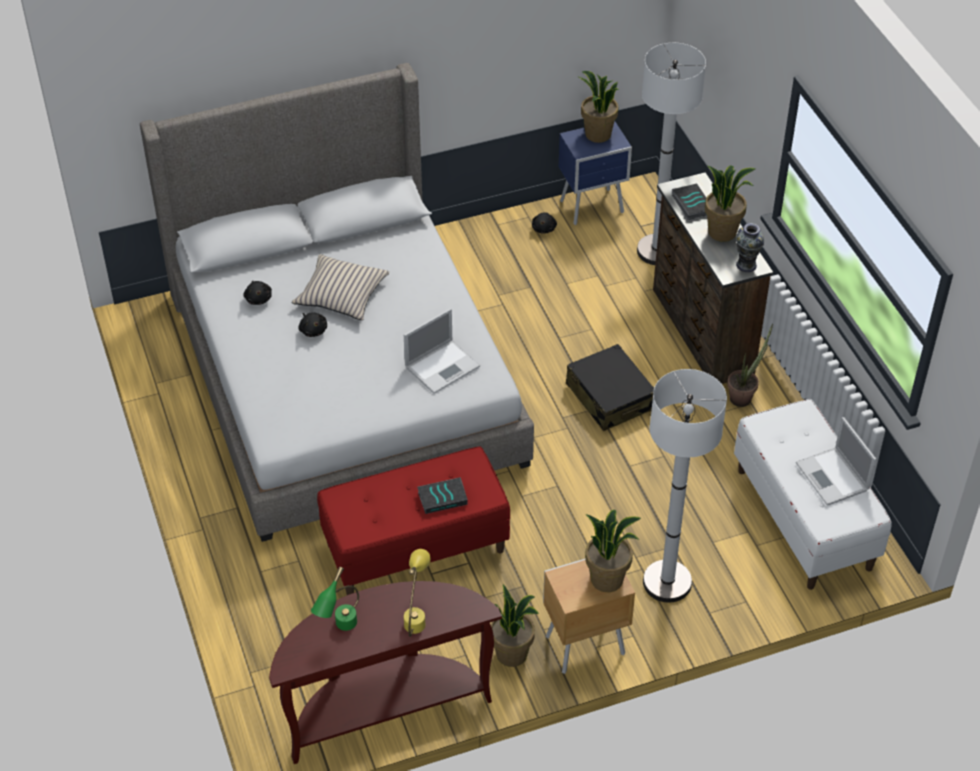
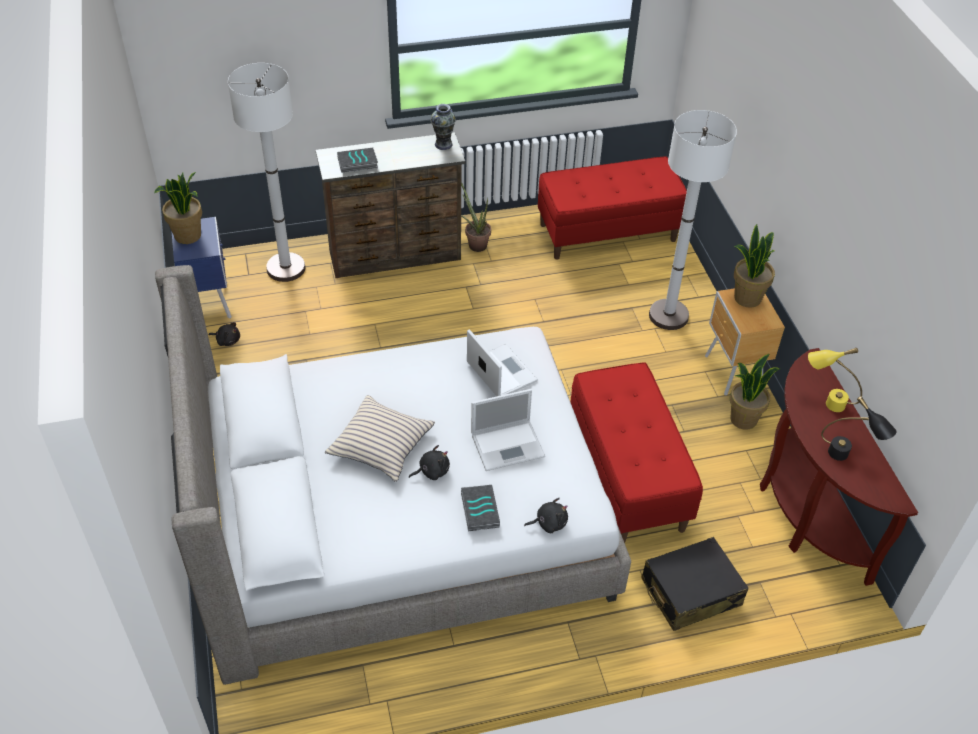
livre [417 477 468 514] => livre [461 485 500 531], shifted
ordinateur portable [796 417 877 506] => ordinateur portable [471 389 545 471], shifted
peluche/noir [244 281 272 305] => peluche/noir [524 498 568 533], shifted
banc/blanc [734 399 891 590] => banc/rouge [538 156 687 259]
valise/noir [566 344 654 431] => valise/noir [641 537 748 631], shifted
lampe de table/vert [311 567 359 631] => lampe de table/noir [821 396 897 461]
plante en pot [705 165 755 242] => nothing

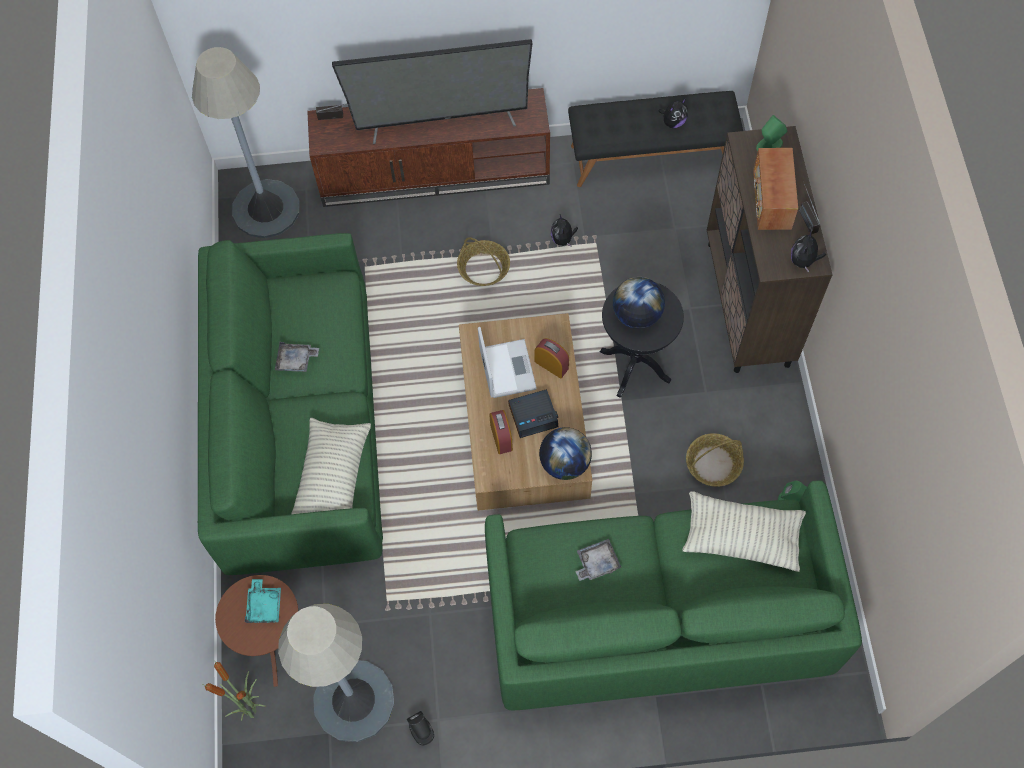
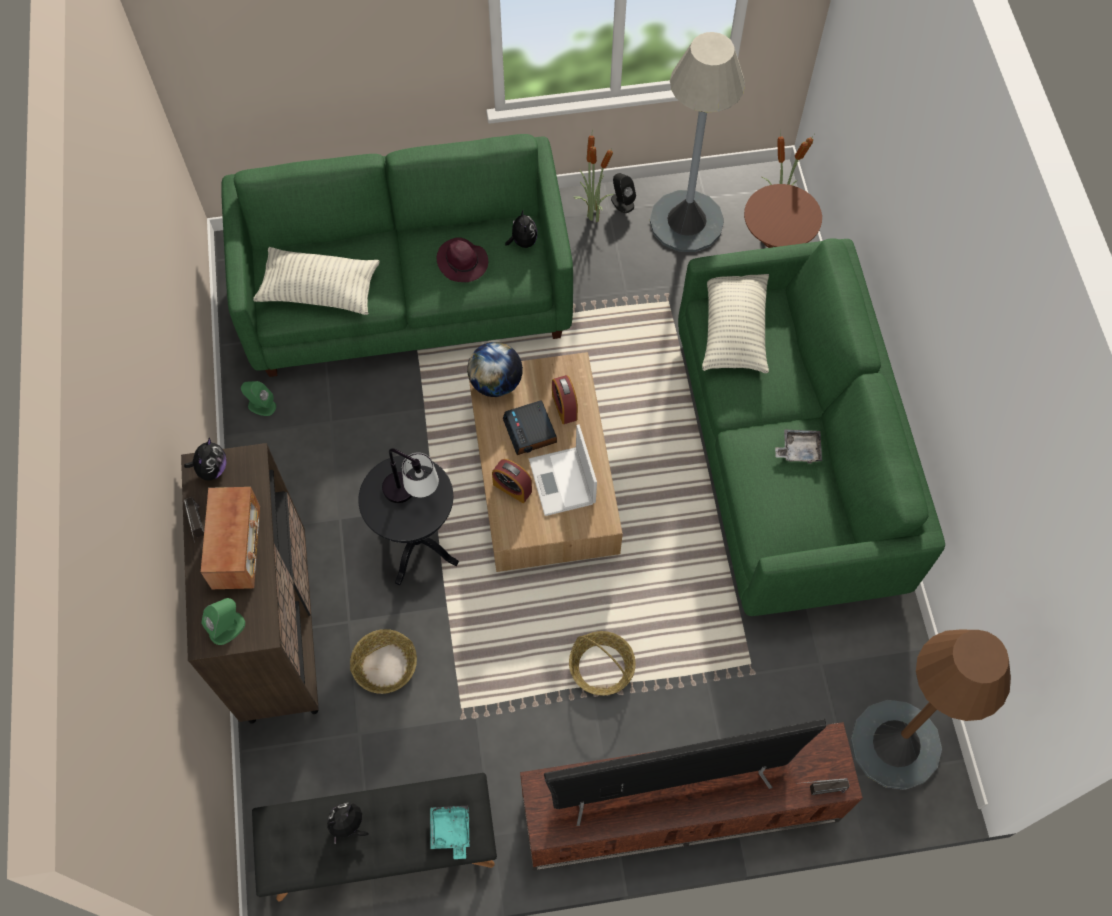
panier [686 433 744 487] => panier [350 629 417 694], shifted
globe [613 277 665 329] => lampe de table [382 448 439 503]
plateau/turquoise [245 579 281 623] => plateau/turquoise [430 806 469 859], shifted
plateau/gris [575 539 621 581] => chapeau/violet [437 237 488 282]
réveil [508 389 558 438] => réveil [503 400 557 455], 90 degrees counterclockwise
peluche [551 215 578 247] => peluche [505 210 537 248], shifted
nothing => plante en pot [573 135 614 222]
lampadaire/gris [192 47 299 238] => lampadaire/marron [851 630 1011 790]

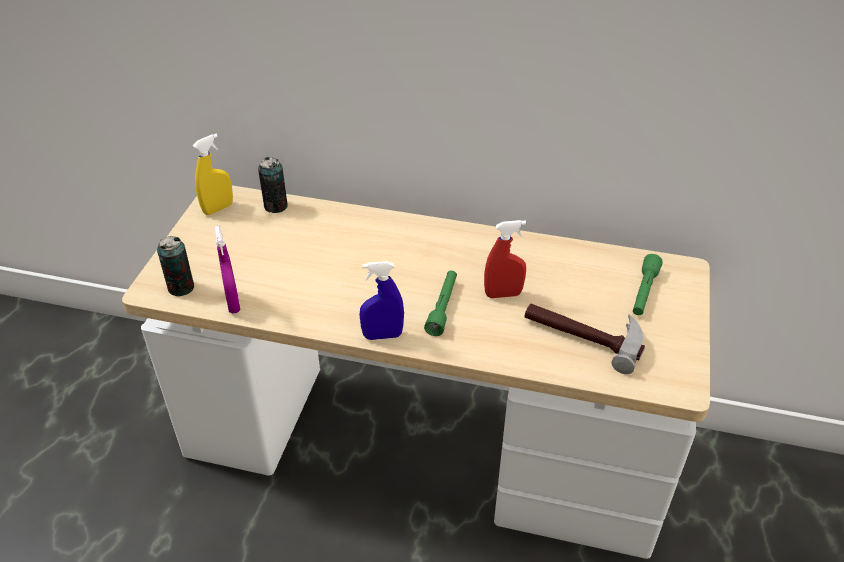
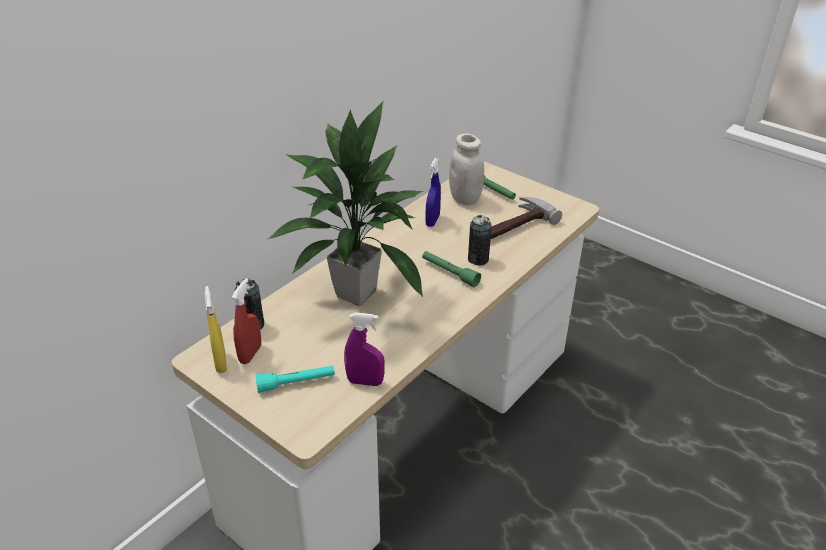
vaporisateur/rouge [484 220 526 298] => vaporisateur/rouge [232 278 261 364], shifted
nothing => lampe de poche/turquoise [255 366 335 393]
nothing => plante en pot [266 100 423 306]
vaporisateur/bleu [359 261 404 340] => vaporisateur/bleu [426 158 441 227], shifted
nothing => bocal/blanc [449 133 484 205]
boîte métallique [157 236 194 296] => boîte métallique [468 215 492 265], shifted

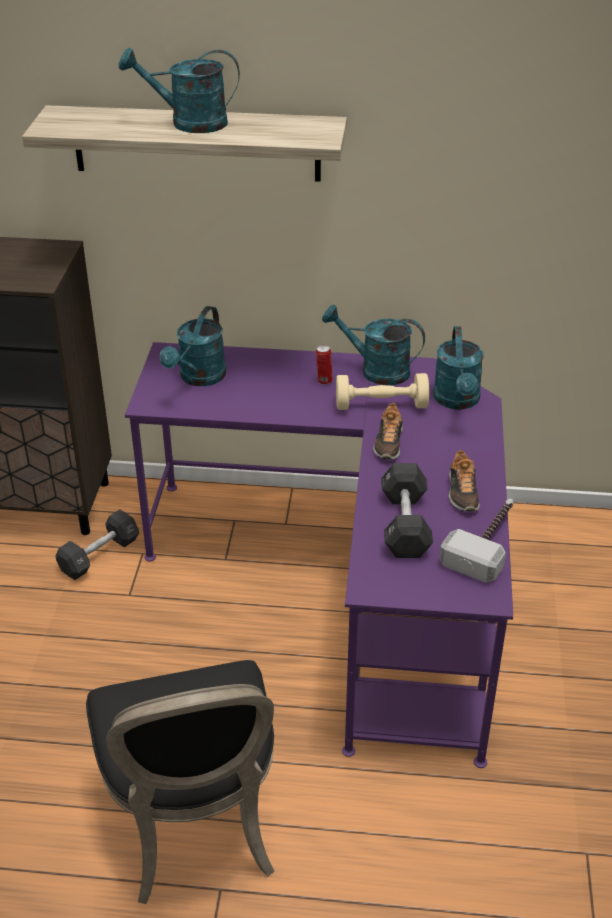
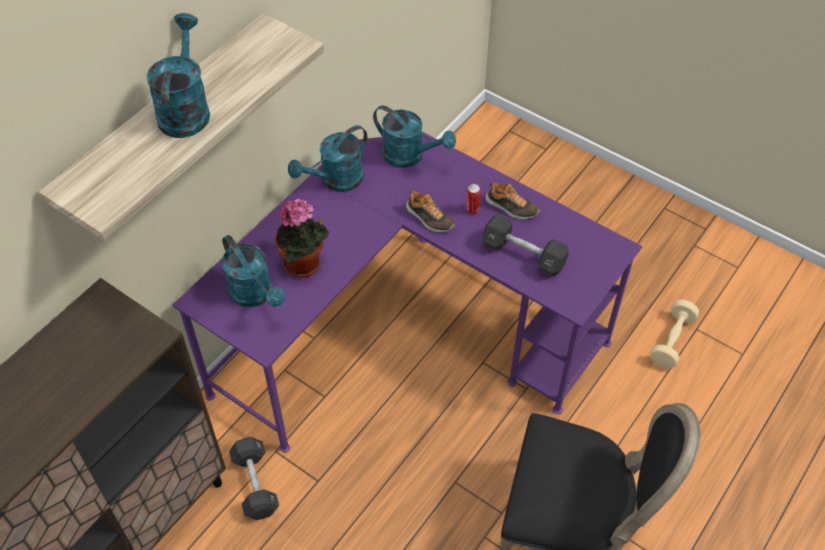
arrosoir/turquoise [119 48 240 133] => arrosoir/turquoise [146 13 210 138], 150 degrees clockwise
nothing => plante en pot [275 198 329 278]
boîte métallique [316 345 333 385] => boîte métallique [467 184 481 214], shifted
haltère/beige [336 373 429 410] => haltère/beige [650 300 699 368], shifted
marteau [440 498 514 583] => nothing

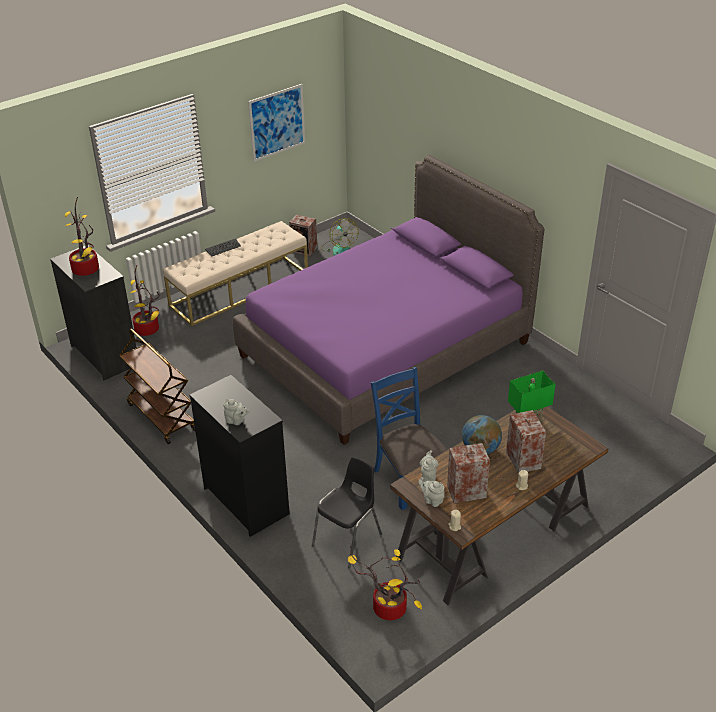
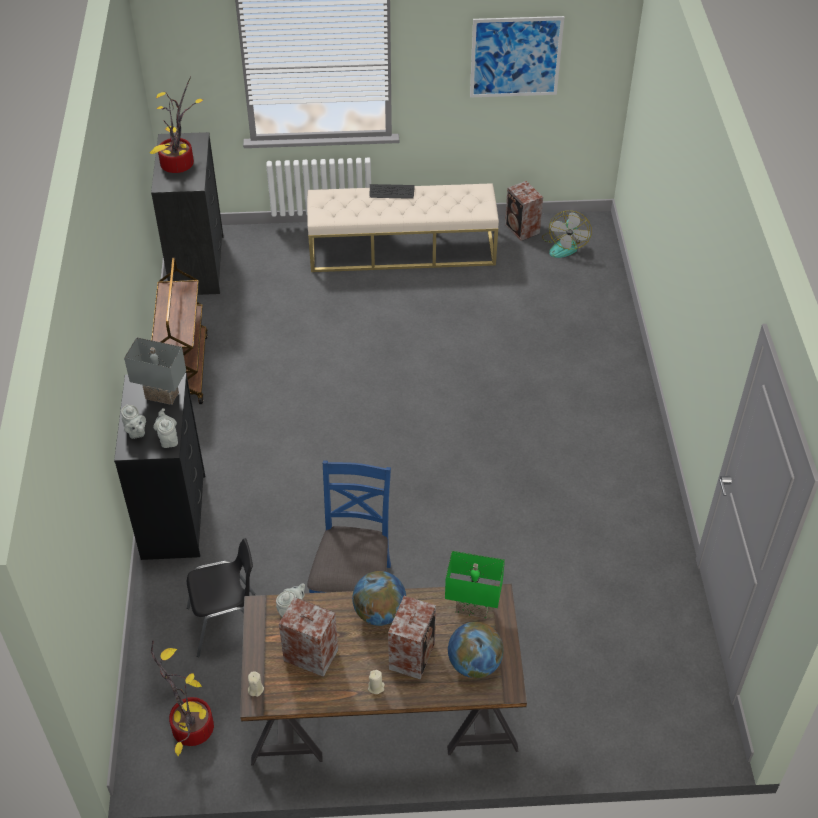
nothing => lampe de table/gris [124 337 186 405]
théière/gris [418 477 445 507] => théière/gris [153 408 178 448], shifted
nothing => globe [448 622 504 678]
plante en pot [130 265 160 336] => nothing
lit/violet [233 155 544 445] => nothing

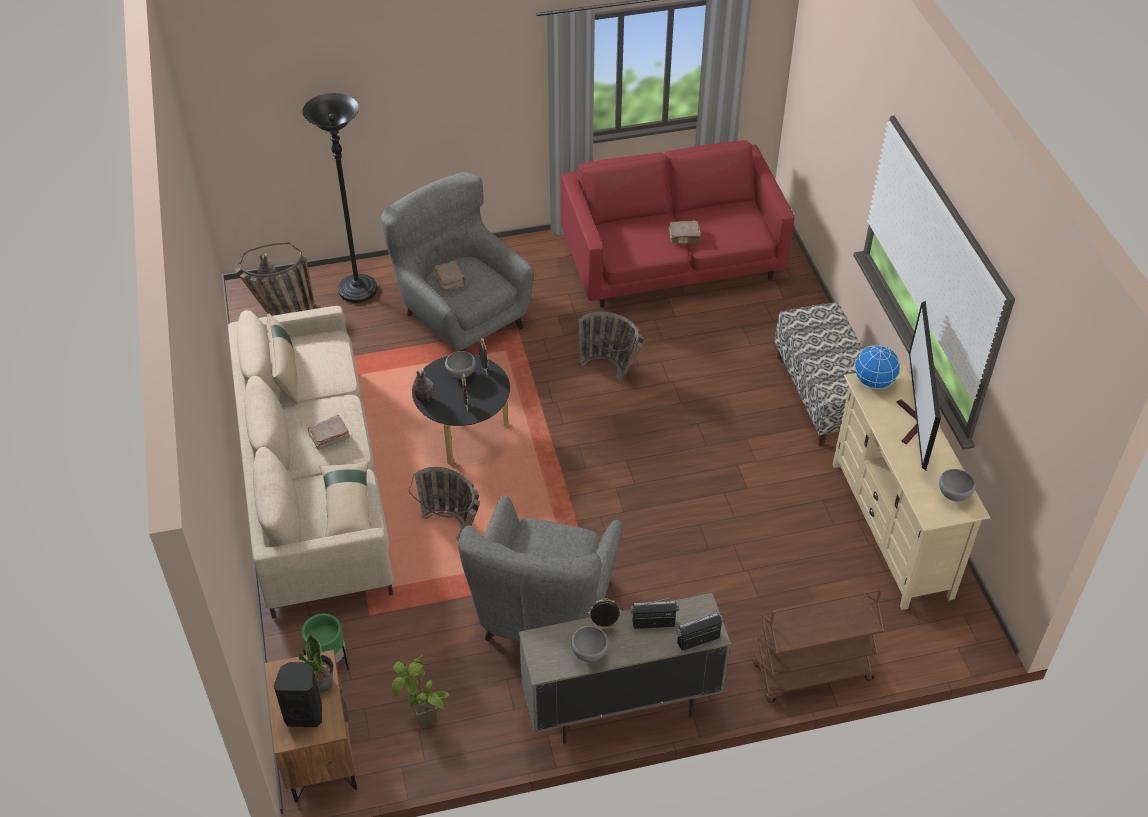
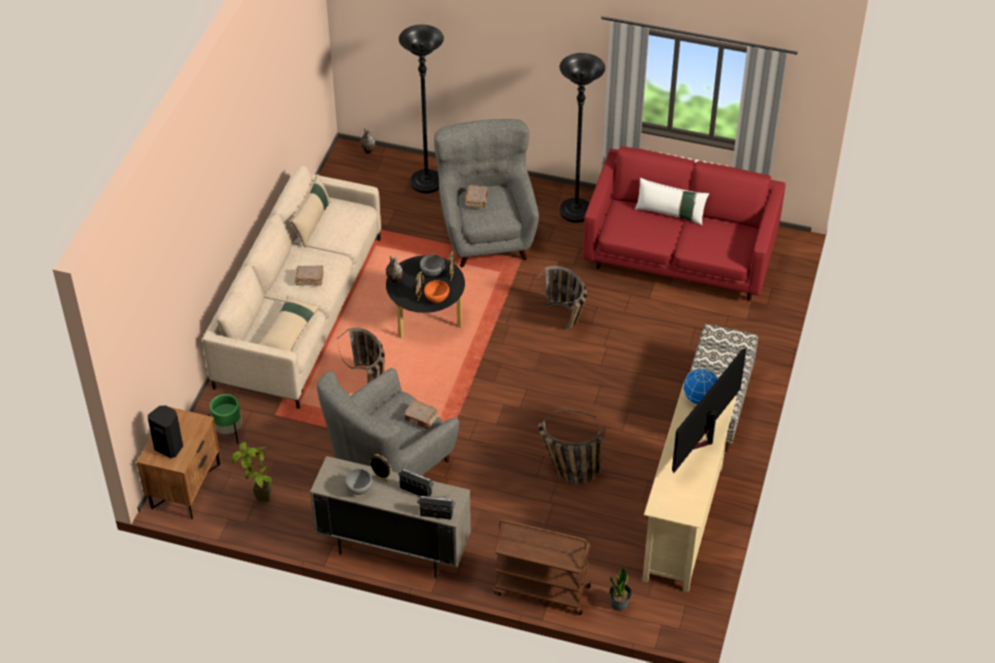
livre/marron [669 221 702 244] => livre/marron [403 400 438 430], shifted
nothing => bol/orange [424 280 449 303]
panier [235 243 314 316] => panier [538 410 603 484], shifted
nothing => lampadaire/noir [559 53 605 223]
plante en pot [298 634 334 692] => plante en pot [609 567 632 611], shifted
nothing => coussin/blanc [635 178 709 225]
bol/gris [939 469 976 501] => nothing

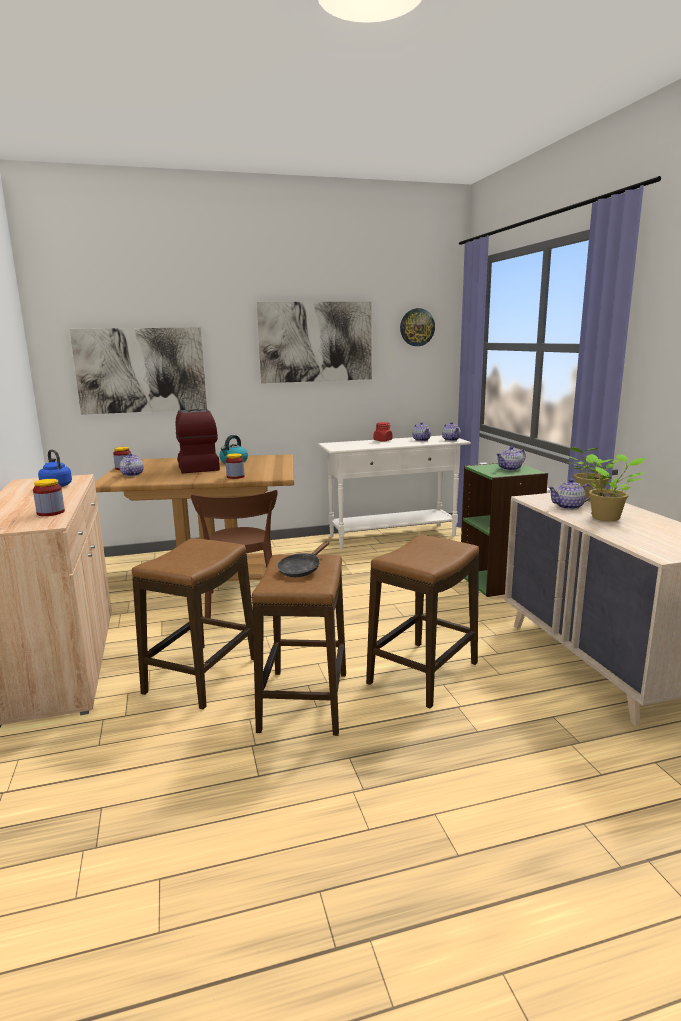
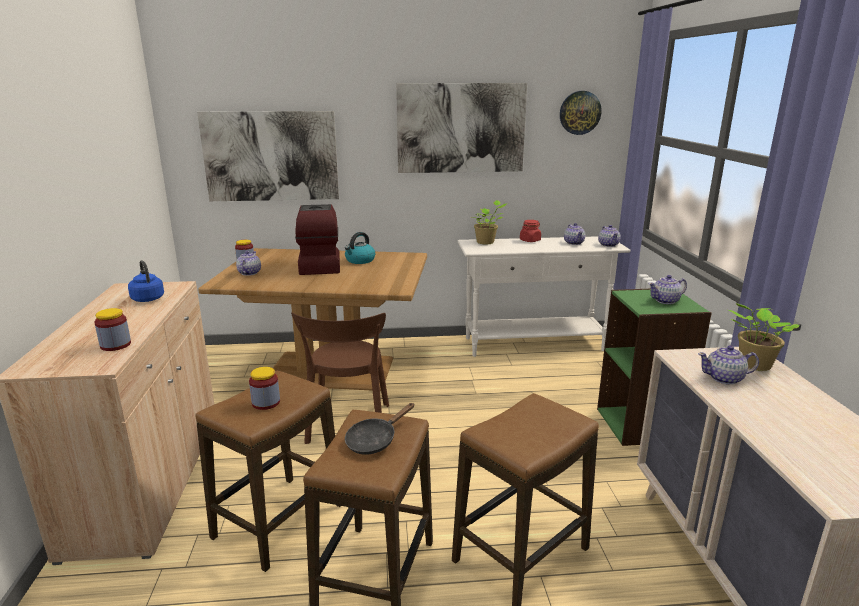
bocal [226 453 245 479] => bocal [249 367 280 410], shifted
plante en pot [587 454 645 521] => plante en pot [472 200 507 244], shifted

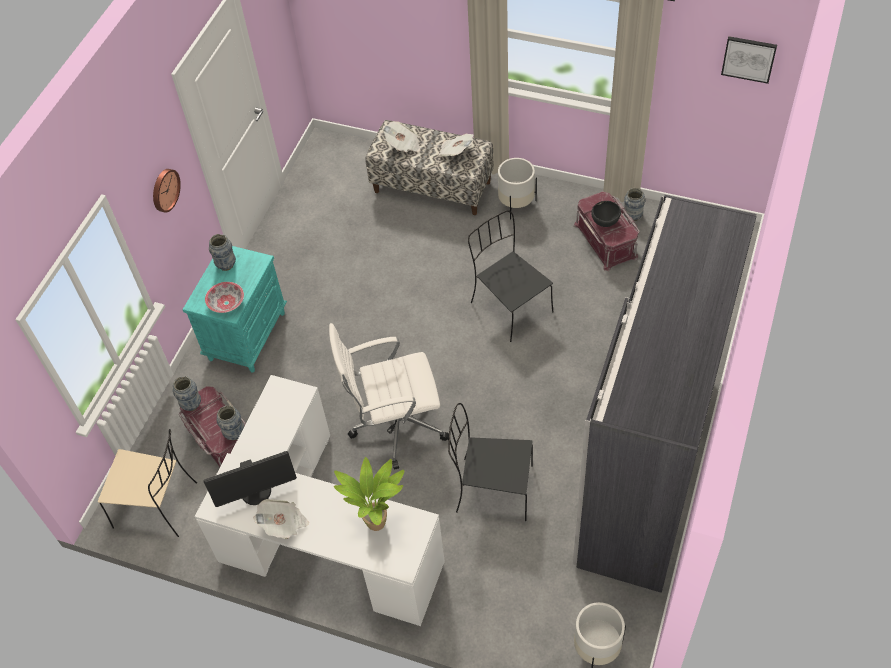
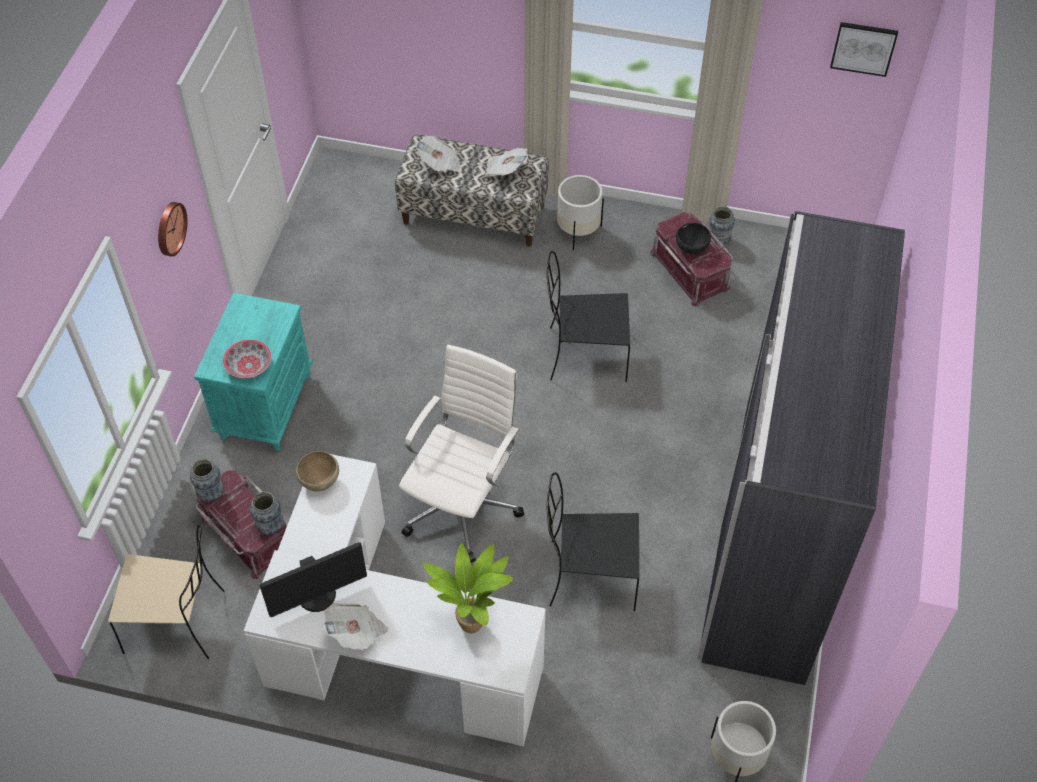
nothing => bol/marron [296 451 339 491]
chaise de bureau/blanc [329 323 449 470] => chaise de bureau/blanc [399 345 524 563], 135 degrees clockwise
chaise/noir [468 210 553 342] => chaise/noir [547 251 630 382], 45 degrees counterclockwise
vase [209 234 236 271] => nothing

